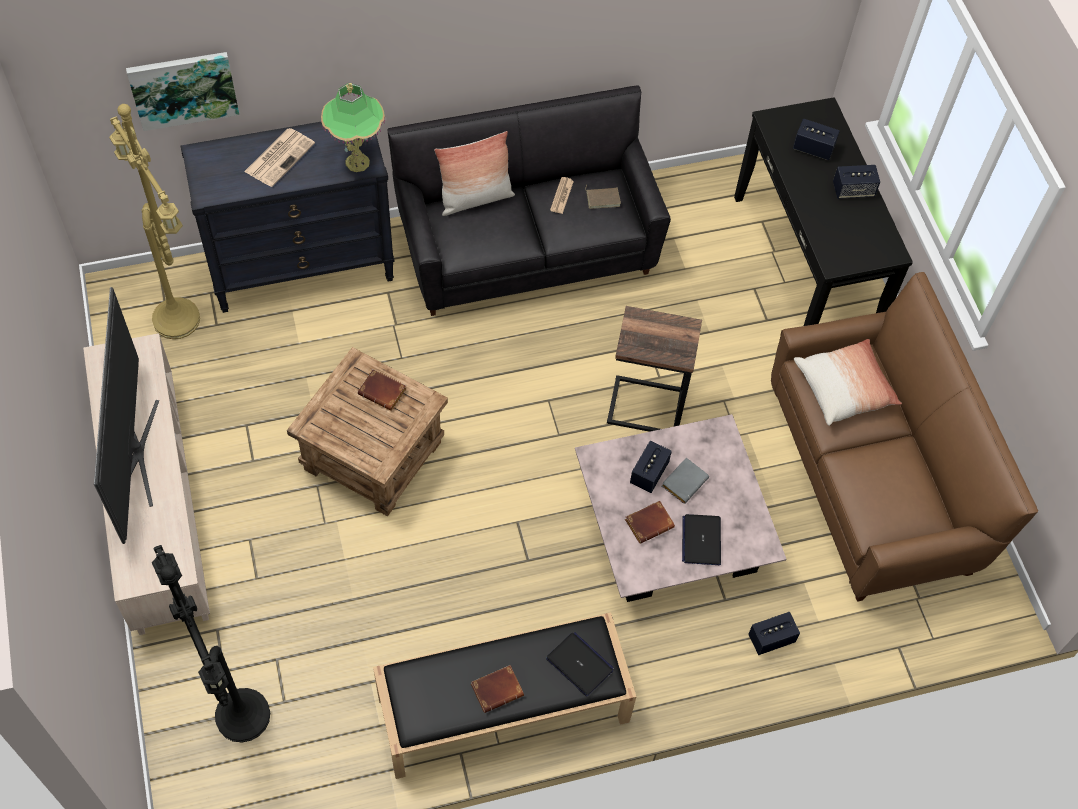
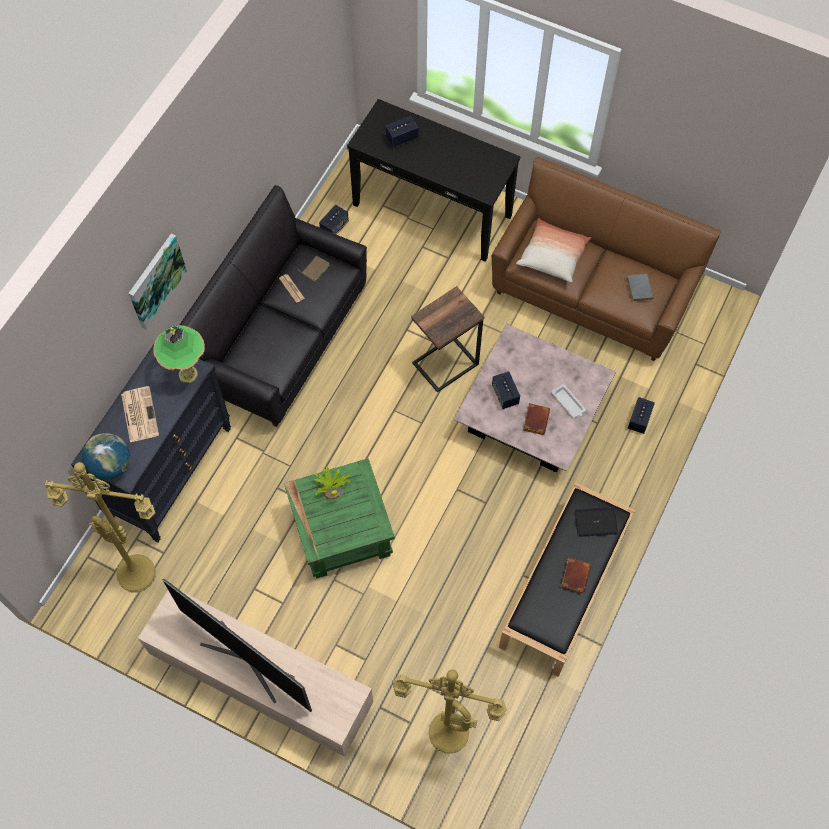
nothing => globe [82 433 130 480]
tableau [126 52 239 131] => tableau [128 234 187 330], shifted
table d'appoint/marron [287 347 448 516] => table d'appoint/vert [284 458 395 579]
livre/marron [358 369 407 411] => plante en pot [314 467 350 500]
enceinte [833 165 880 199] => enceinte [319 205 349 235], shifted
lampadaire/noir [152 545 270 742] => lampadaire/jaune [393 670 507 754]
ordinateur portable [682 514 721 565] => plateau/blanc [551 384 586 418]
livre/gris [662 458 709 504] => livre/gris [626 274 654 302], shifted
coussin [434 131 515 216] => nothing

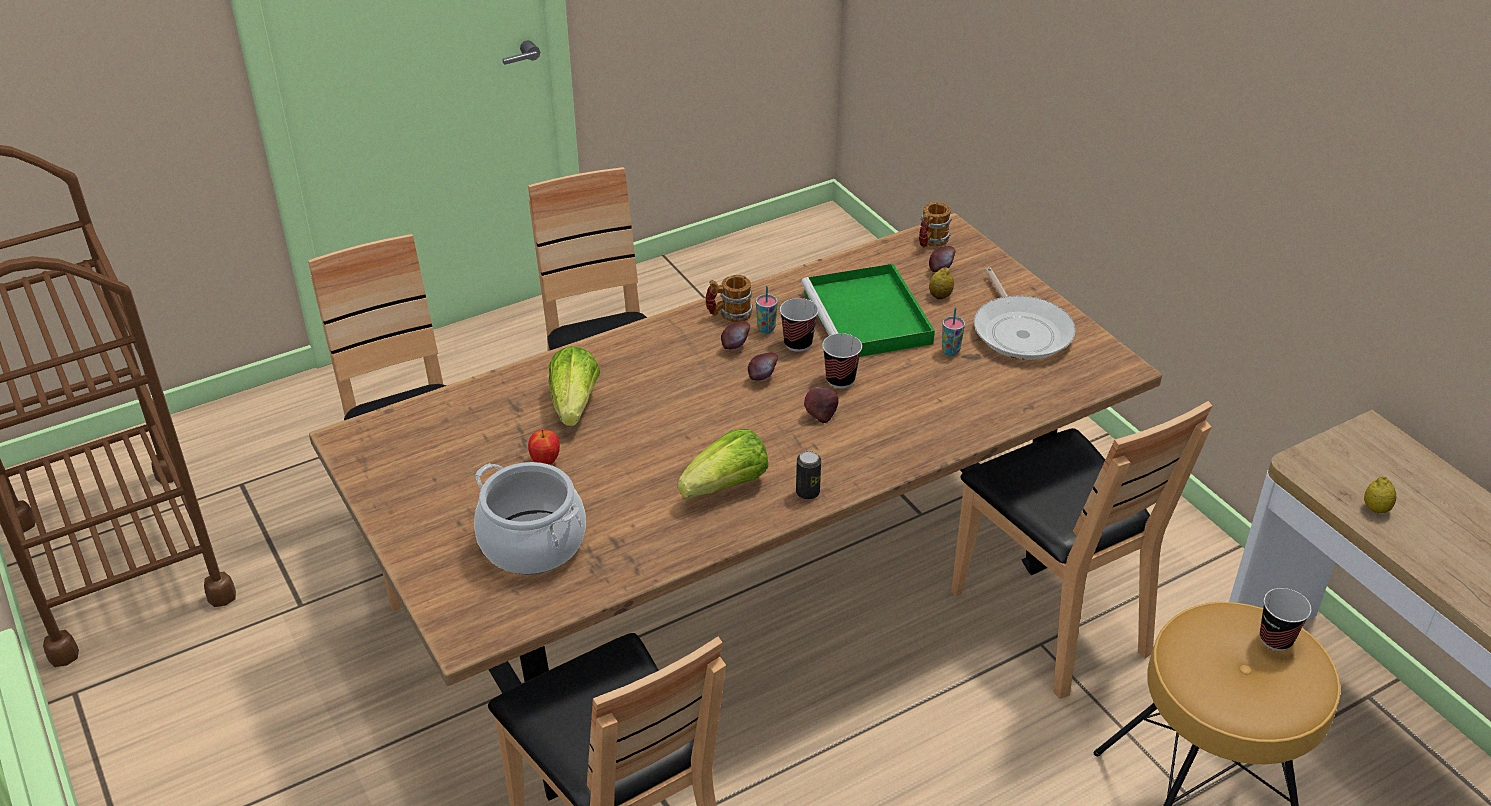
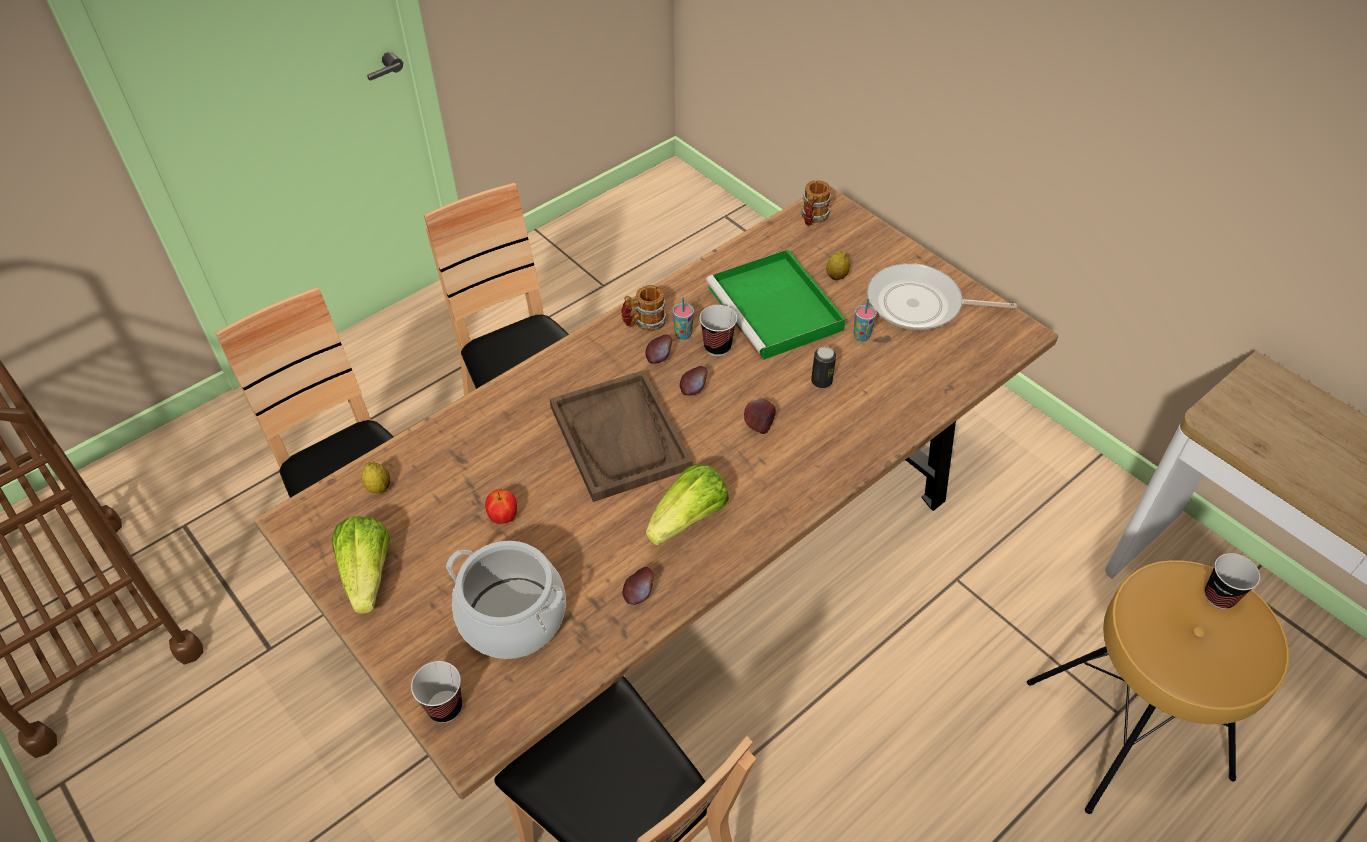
laitue [549 346 600 426] => laitue [332 516 391 614], shifted
citron [1364 476 1396 513] => citron [362 461 390 493], shifted
tasse [822 333 862 388] => tasse [411 661 462 723], shifted
nothing => plateau/marron [550 370 692 502]
pomme [929 246 956 272] => pomme [623 567 654 605], shifted
boîte métallique [796 451 821 500] => boîte métallique [811 346 836 388], shifted
poêle [974 267 1076 360] => poêle [867 263 1017 330], 120 degrees clockwise
chaise/marron [951 401 1213 699] => nothing

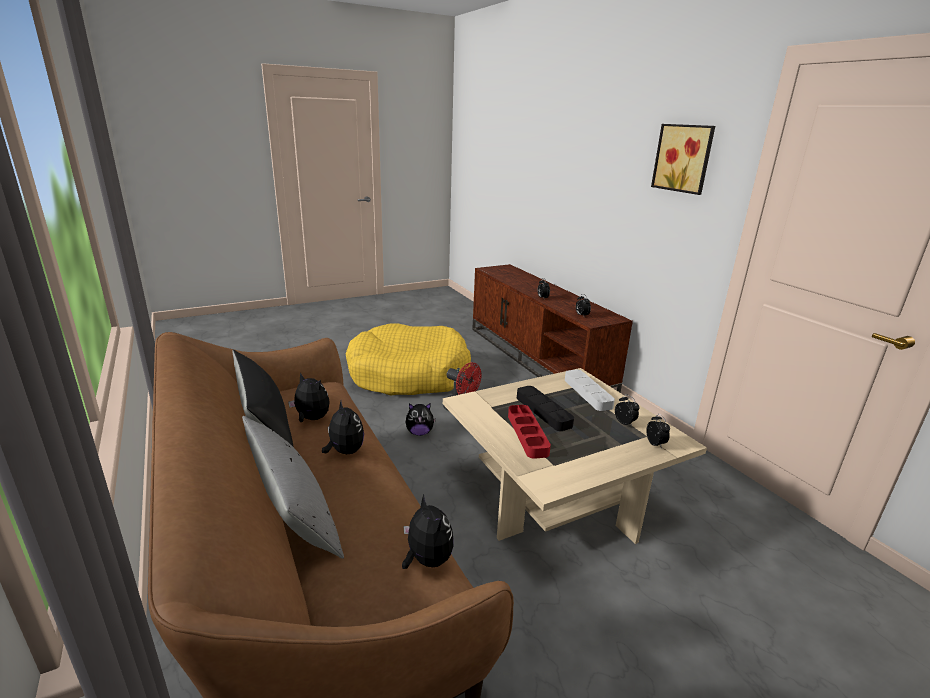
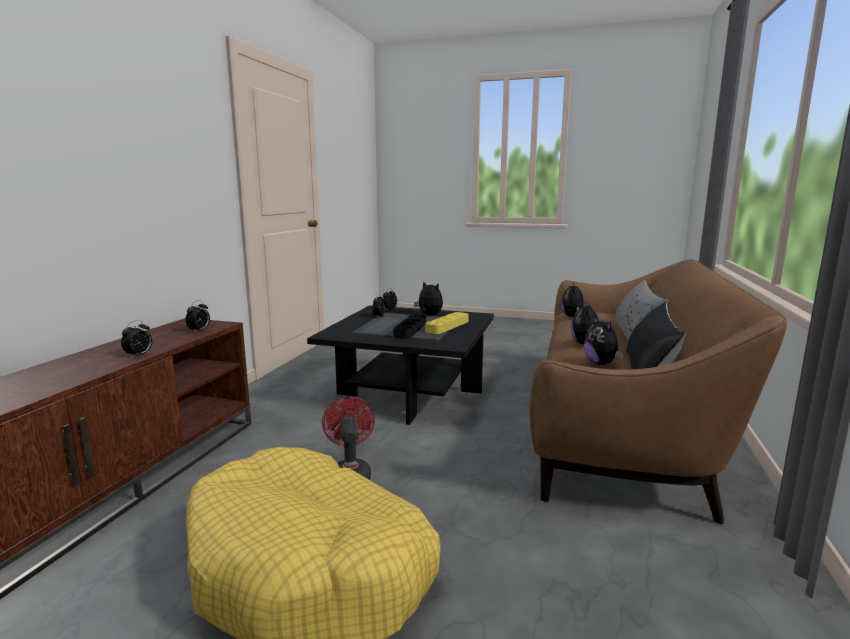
table basse/beige [443 368 707 544] => table basse/noir [307 305 494 425]
peluche [405 403 436 436] => peluche [414 282 443 315], shifted
plateau/rouge [508 405 551 459] => plateau/jaune [425 312 469 334]
plateau/gris [565 370 615 411] => nothing
tableau [651 124 715 195] => nothing

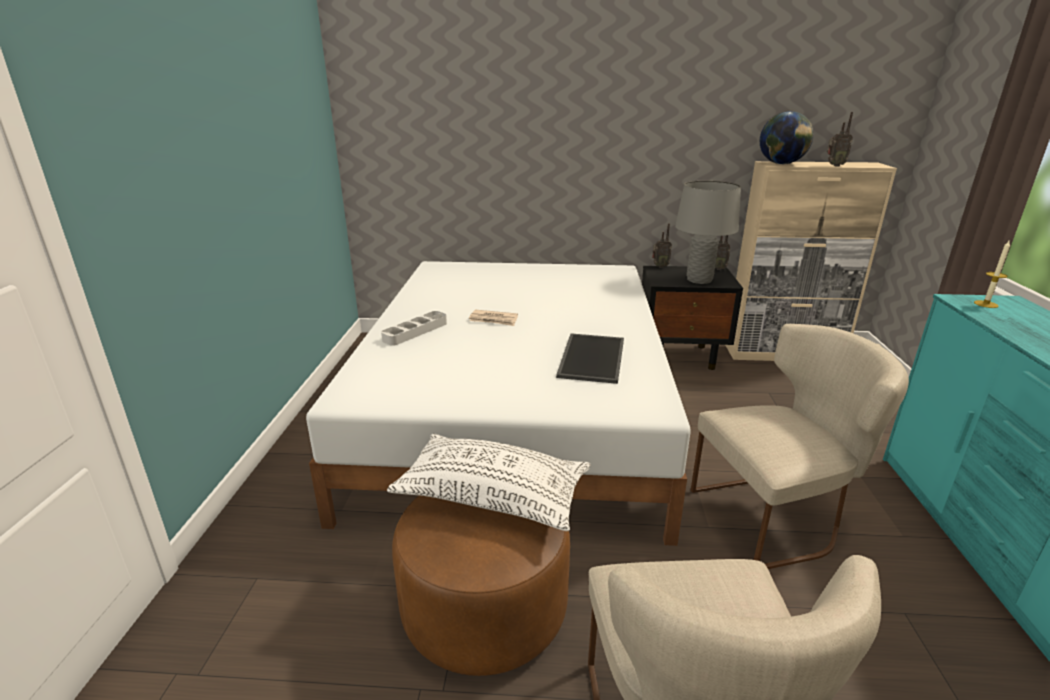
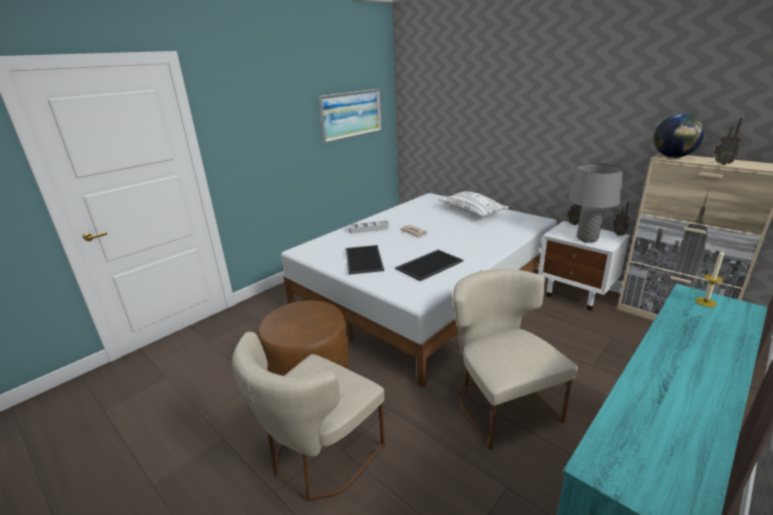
nothing => tableau [318 89 382 143]
nothing => plateau [346 245 384 275]
coussin/blanc [387 433 591 531] => coussin/blanc [438 191 509 217], shifted
chaise/beige [691 324 909 569] => chaise/beige [453 269 578 450], 135 degrees counterclockwise
table de chevet/noir [642 266 743 370] => table de chevet/blanc [538 221 630 310]

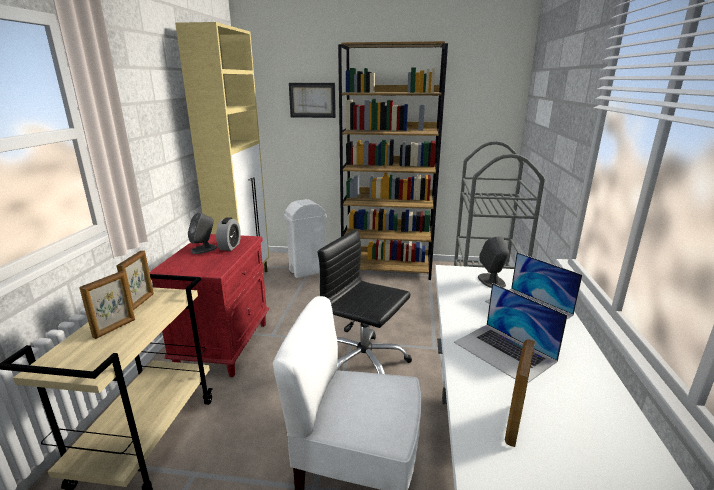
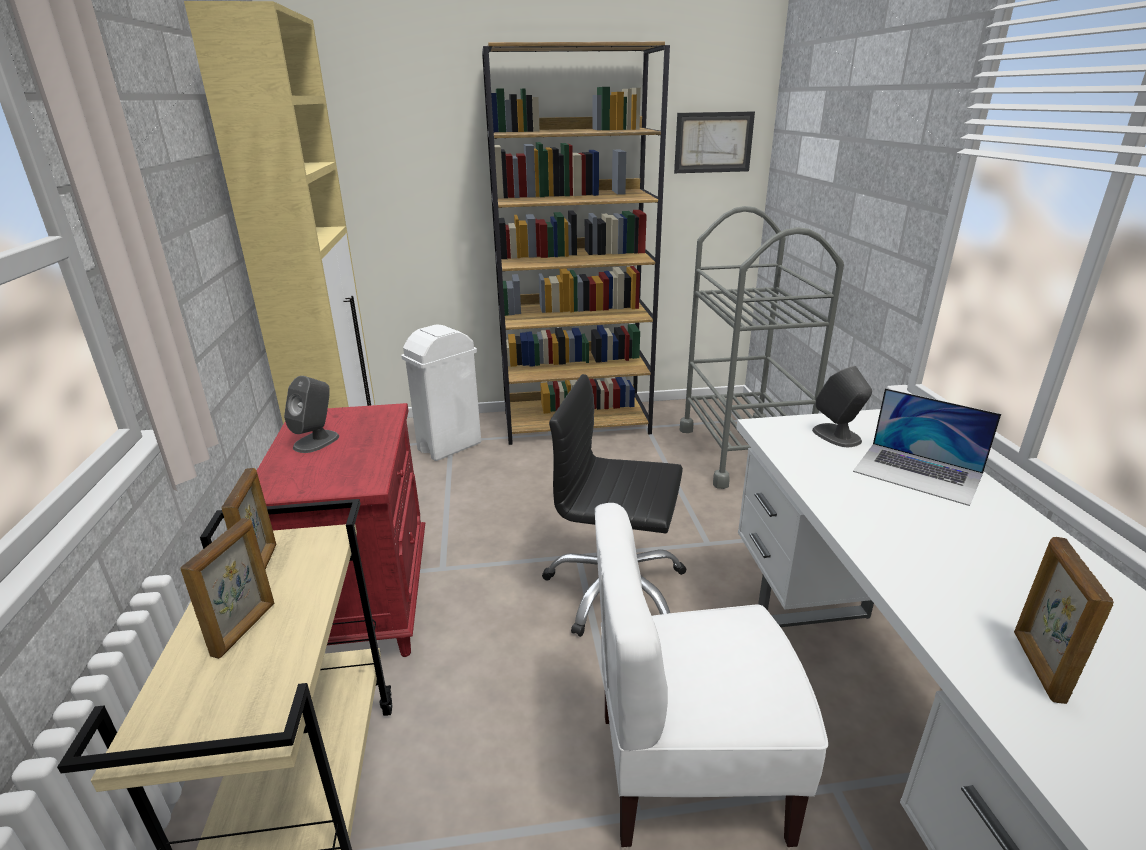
tableau [289 83 336 118] => tableau [674 112 755 173], shifted
réveil [216 217 241 251] => nothing
ordinateur portable [454 283 568 384] => nothing

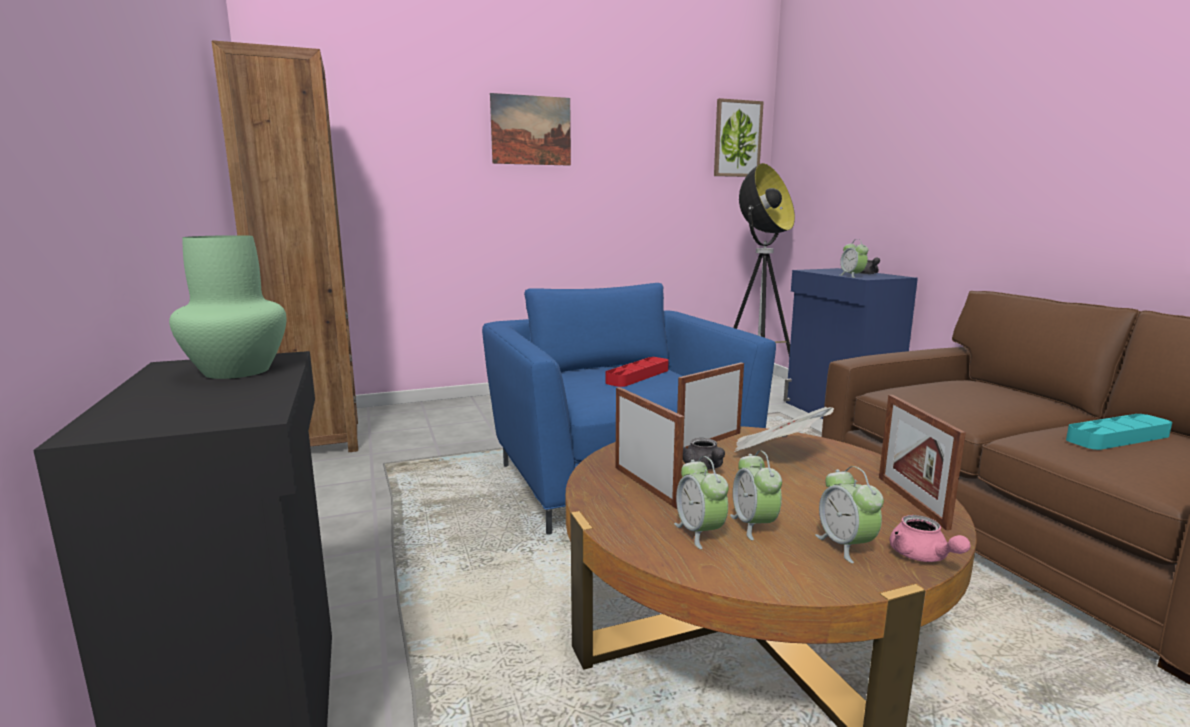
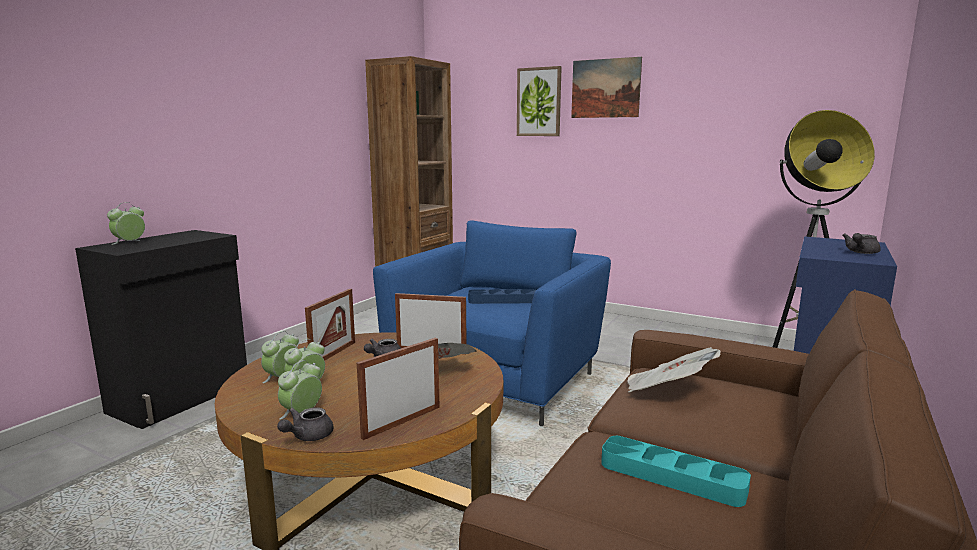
réveil [840 239 868 278] => réveil [107 202 145 245], shifted
théière/rose [889 515 971 562] => théière/gris [277 407 333 441]
plateau/rouge [606 357 669 387] => plateau/bleu [468 289 536 304]
tableau [714 98 764 177] => tableau [517 66 562 136], shifted
nothing => journal [627 347 721 392]
vase/vert [169 235 287 379] => nothing

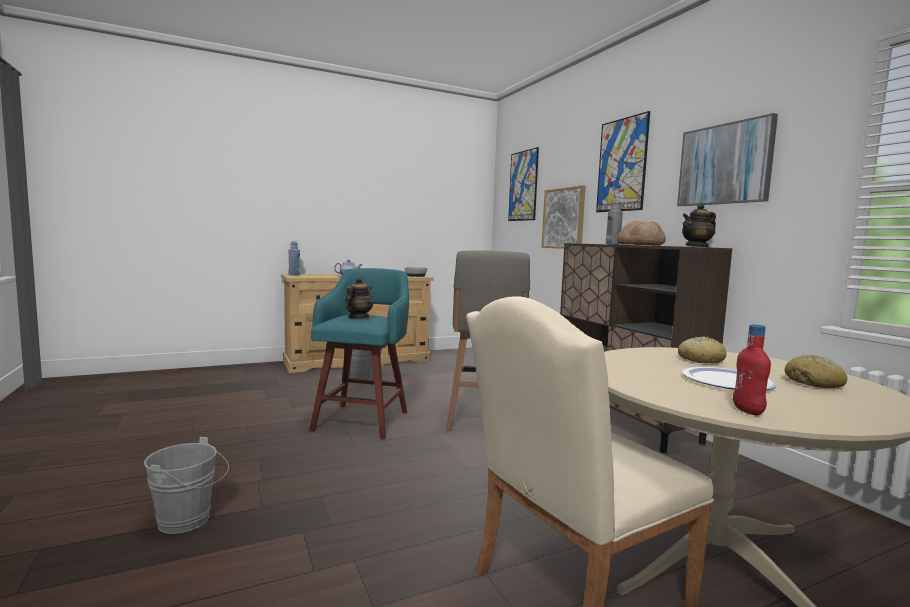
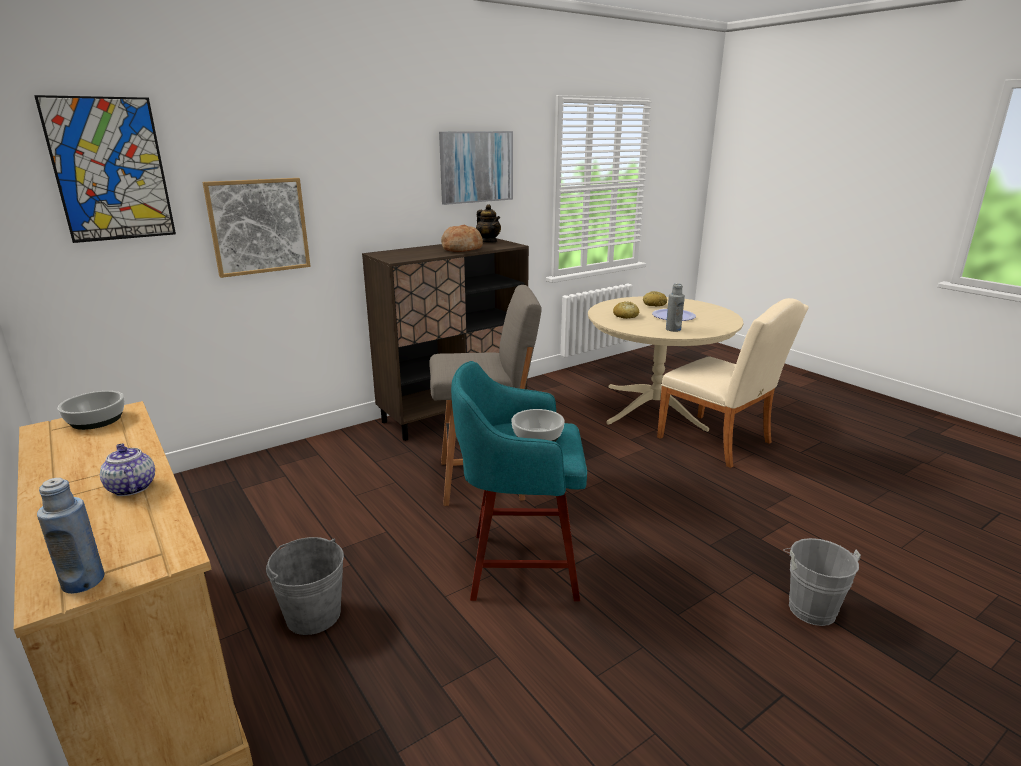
théière [345 277 374 318] => bol [511 409 565 442]
bouteille/gris [606 200 623 245] => bouteille/gris [666 283 685 332], shifted
tableau [596 111 650 212] => nothing
bouteille/rouge [733 324 771 416] => nothing

